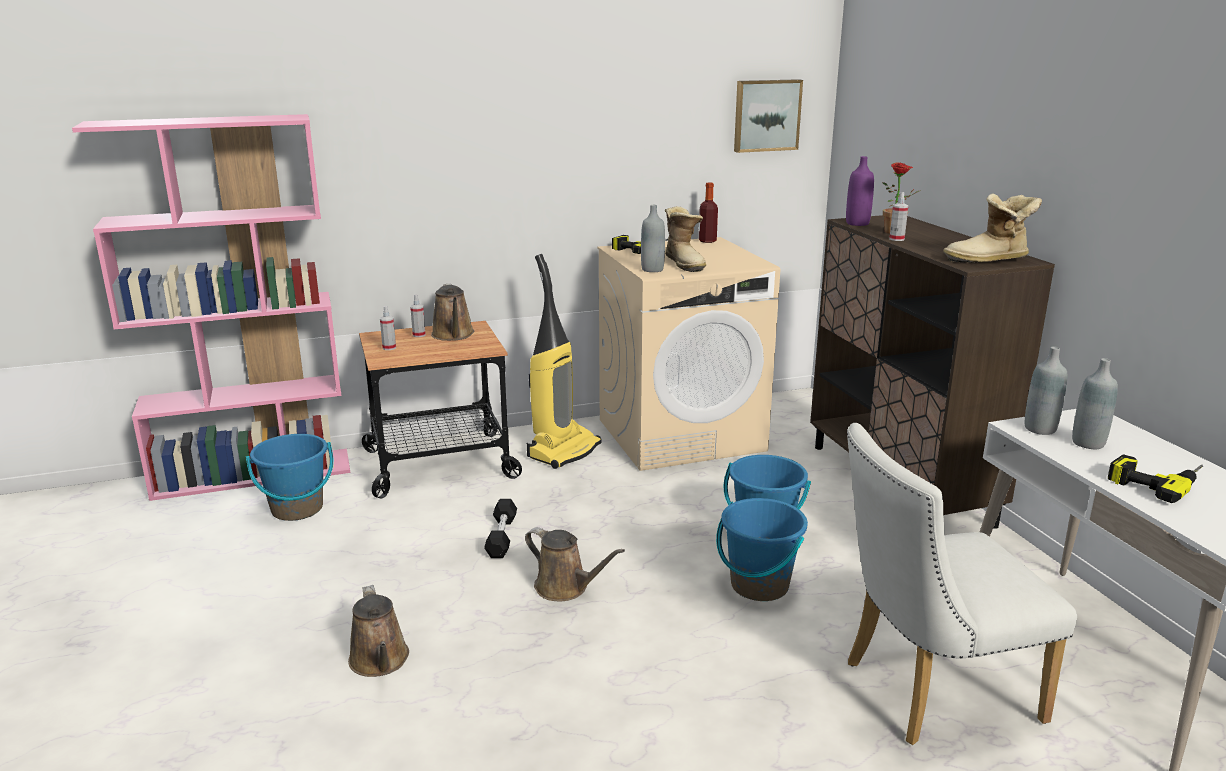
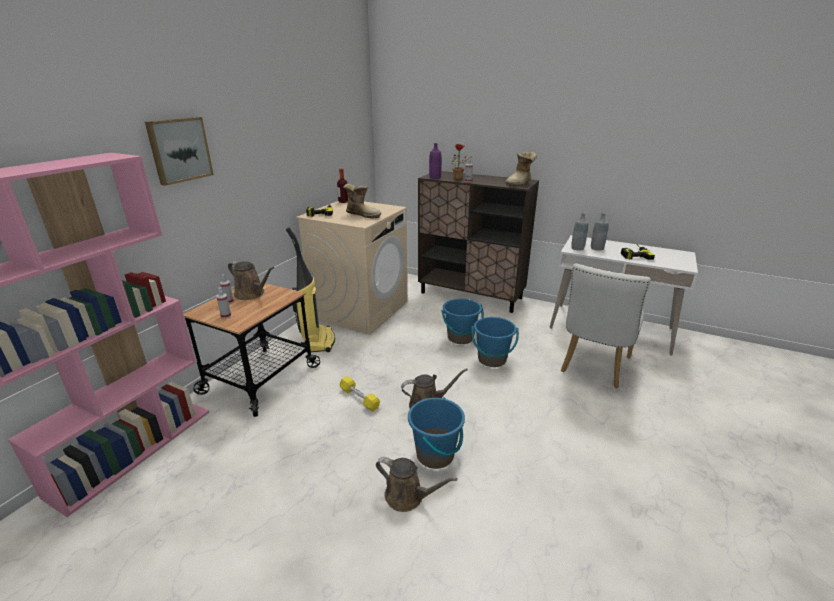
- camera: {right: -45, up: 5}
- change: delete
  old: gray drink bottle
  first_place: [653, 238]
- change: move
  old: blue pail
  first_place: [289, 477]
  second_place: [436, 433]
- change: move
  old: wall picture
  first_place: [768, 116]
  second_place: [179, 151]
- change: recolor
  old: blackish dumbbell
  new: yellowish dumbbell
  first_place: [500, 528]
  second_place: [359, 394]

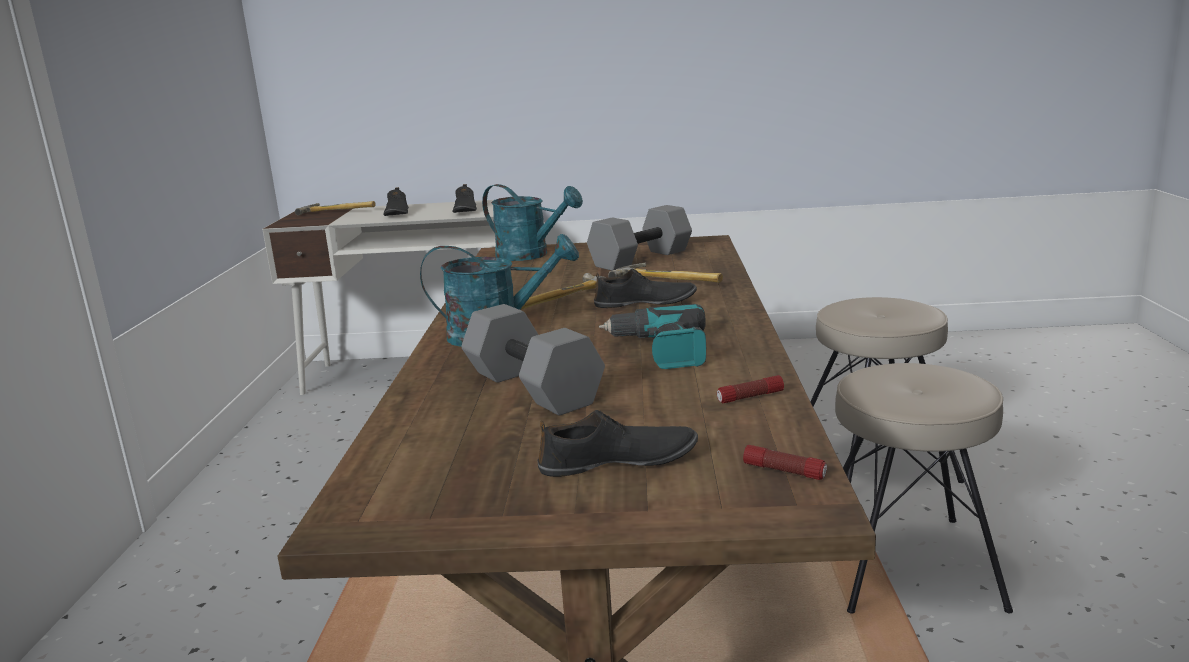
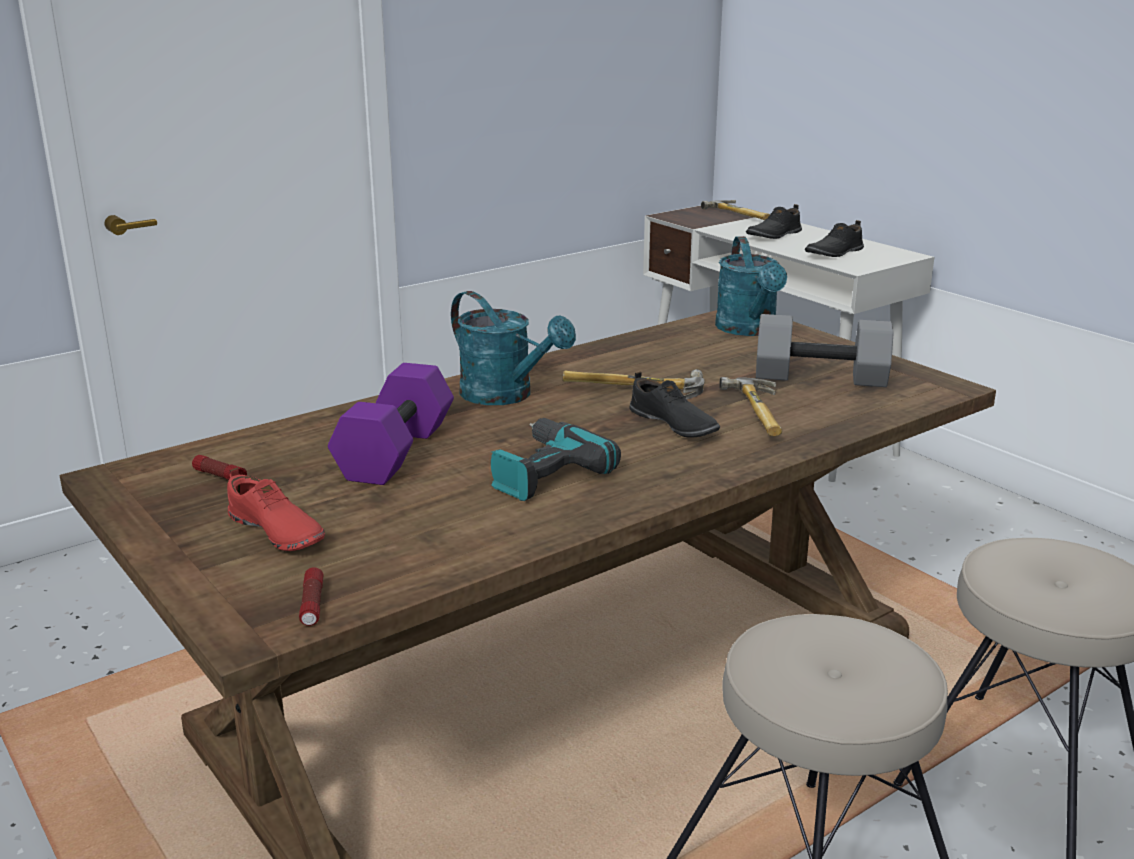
- camera: {right: 50, up: 5}
- change: move
  old: torch
  first_place: [750, 389]
  second_place: [219, 467]
- change: recolor
  old: gray dumbbell
  new: purple-coloured dumbbell
  first_place: [533, 359]
  second_place: [391, 424]
- change: recolor
  old: blackish low shoe
  new: reddish low shoe
  first_place: [617, 443]
  second_place: [276, 509]

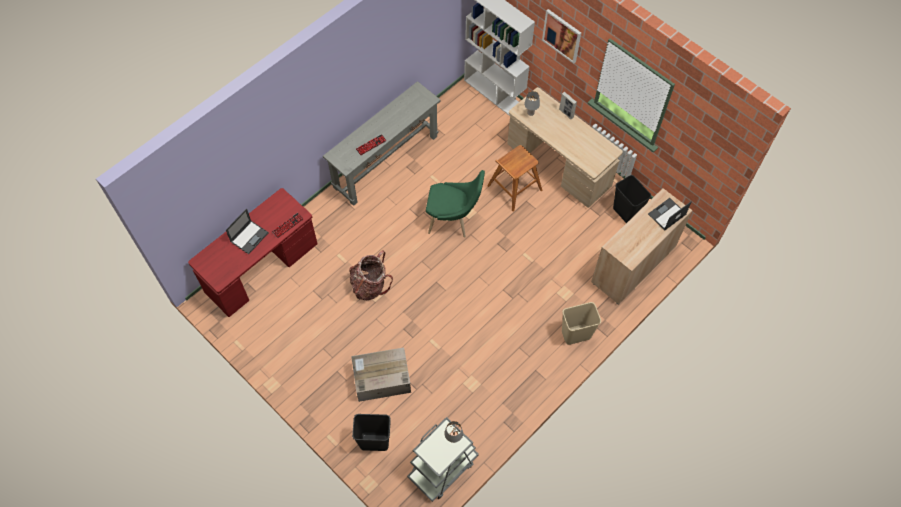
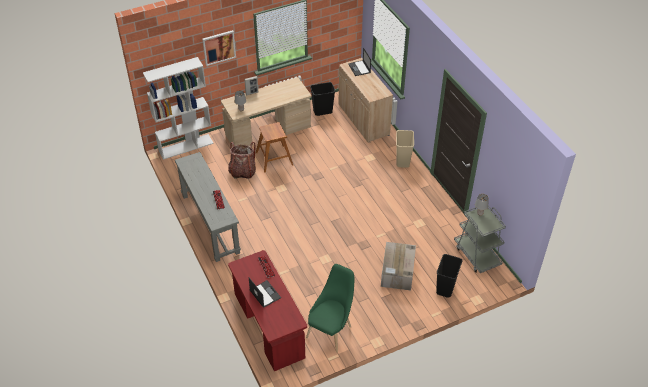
- camera: {right: -70, up: -15}
- change: move
  old: rucksack
  first_place: [371, 275]
  second_place: [242, 160]
- change: move
  old: green-coloured plain chair
  first_place: [455, 204]
  second_place: [330, 308]

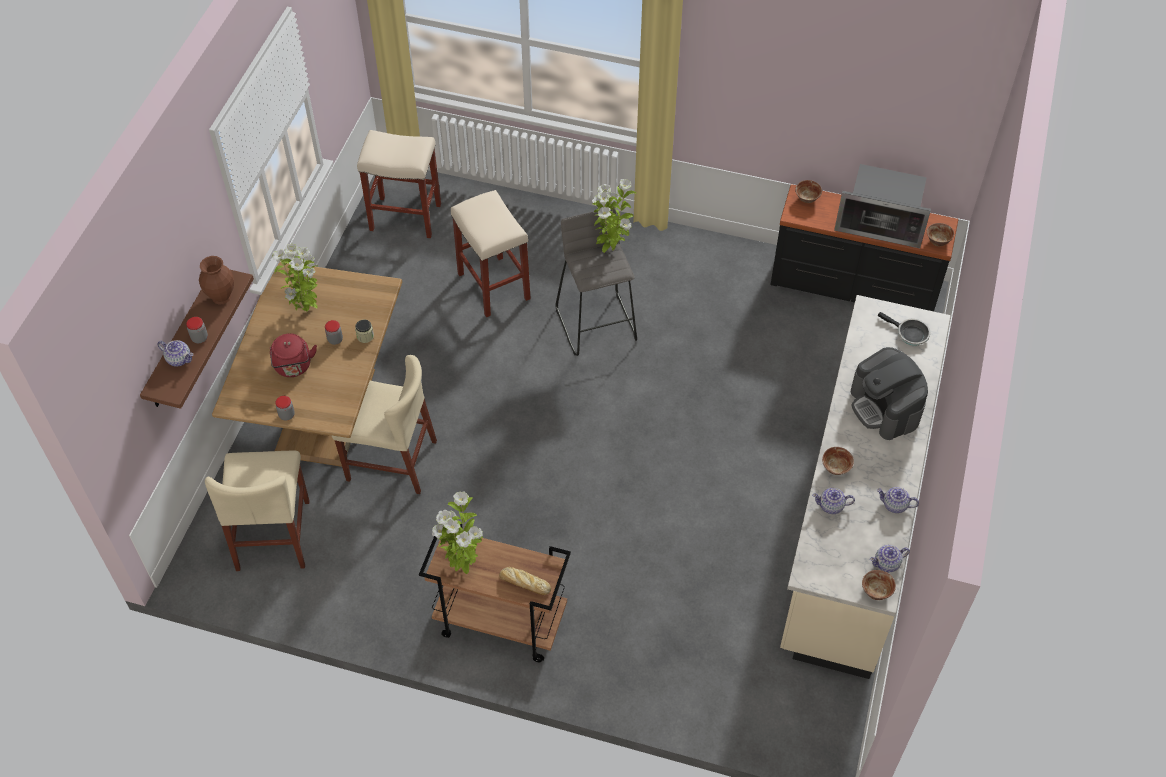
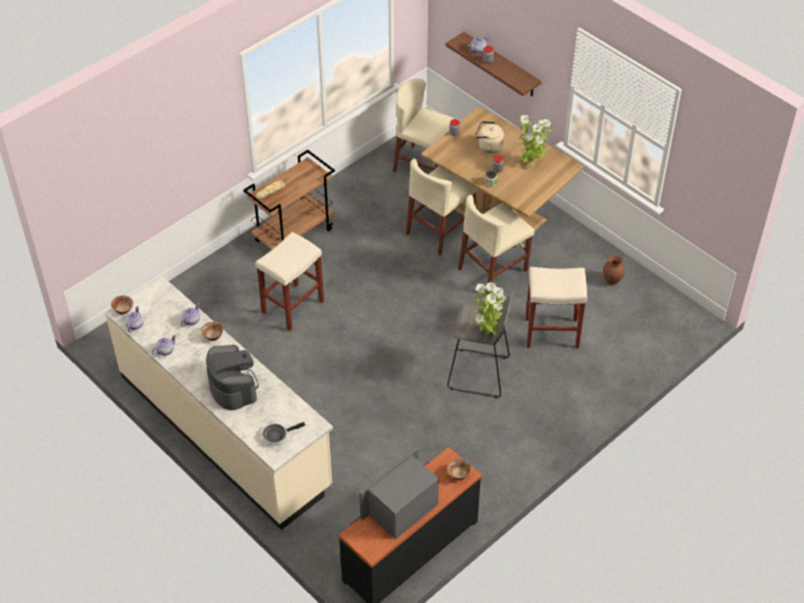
- camera: {right: 120, up: -5}
- change: delete
  old: potted plant
  first_place: [457, 532]
- change: delete
  old: deep dish
  first_place: [940, 235]
- change: insert
  new: beige plain chair
  second_place: [496, 244]
- change: move
  old: brown decorative vase
  first_place: [216, 280]
  second_place: [614, 270]
- change: move
  old: beige stool seat
  first_place: [399, 184]
  second_place: [289, 281]
- change: recolor
  old: reddish tea kettle
  new: beige tea kettle
  first_place: [293, 355]
  second_place: [489, 137]
- change: rotate
  old: coffee brewer
  first_place: [889, 393]
  second_place: [232, 377]
  degrees: 60

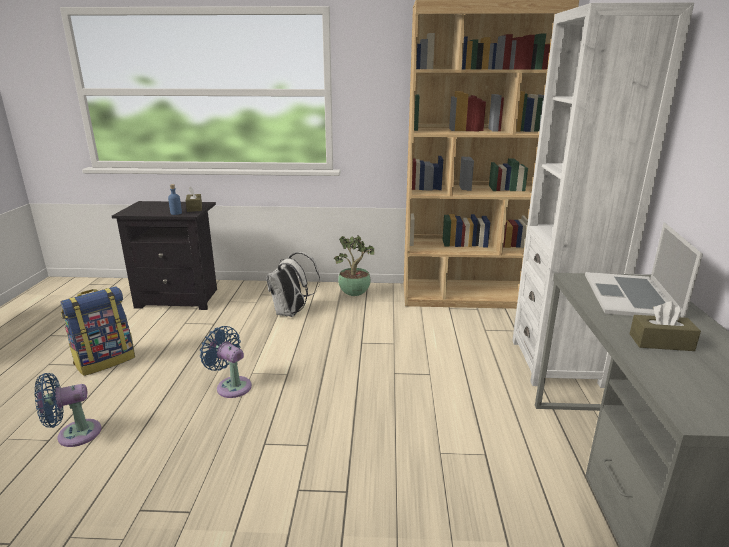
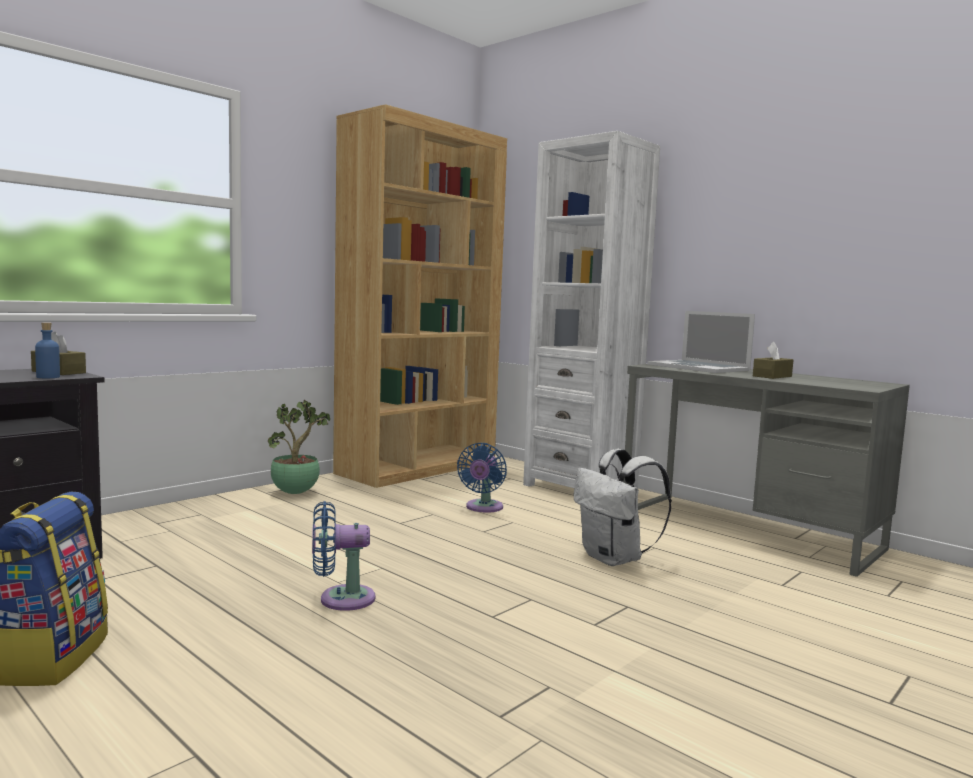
- camera: {right: -50, up: -15}
- change: move
  old: blue cooling fan
  first_place: [68, 410]
  second_place: [482, 478]
- change: move
  old: whitish rucksack
  first_place: [293, 284]
  second_place: [623, 507]

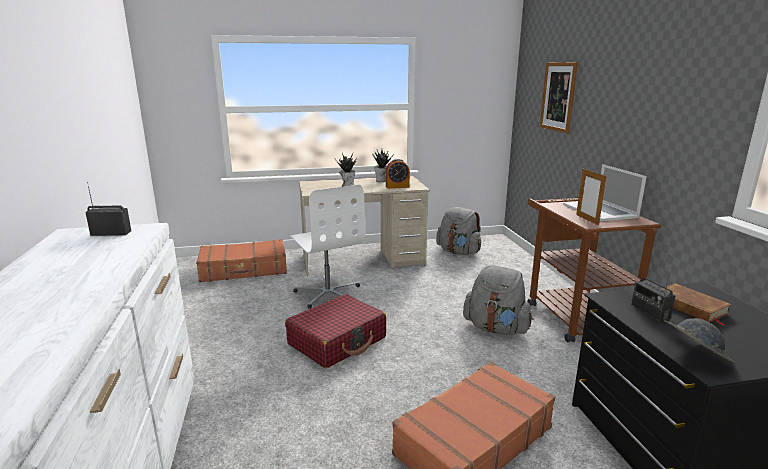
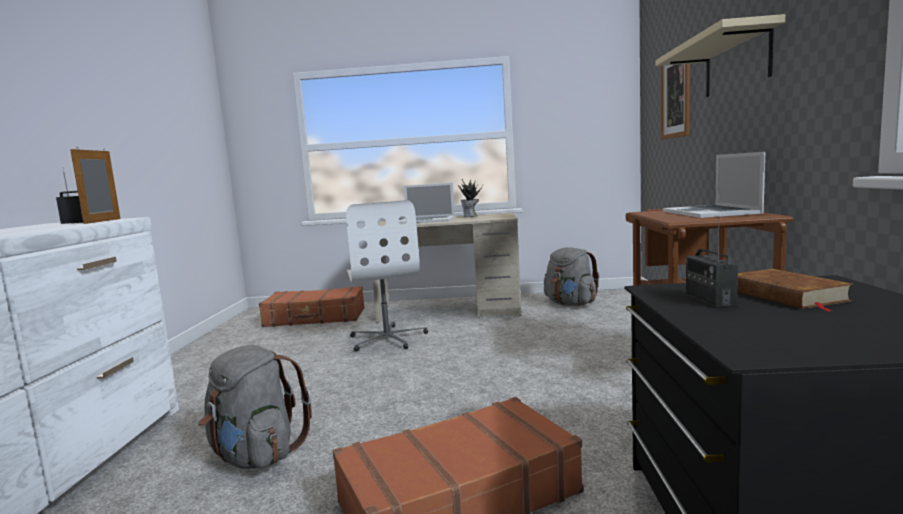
- camera: {right: 15, up: -10}
- change: delete
  old: reddish suitcase
  first_place: [335, 331]
- change: delete
  old: alarm clock
  first_place: [398, 174]
- change: delete
  old: gray clothing hat
  first_place: [699, 341]
- change: insert
  new: beige bracket shelf
  second_place: [720, 55]
- change: move
  old: gray rucksack
  first_place: [498, 300]
  second_place: [255, 407]
- change: move
  old: standing frame
  first_place: [591, 197]
  second_place: [95, 186]
- change: replace
  old: potted plant
  new: portable computer
  first_place: [346, 170]
  second_place: [427, 203]

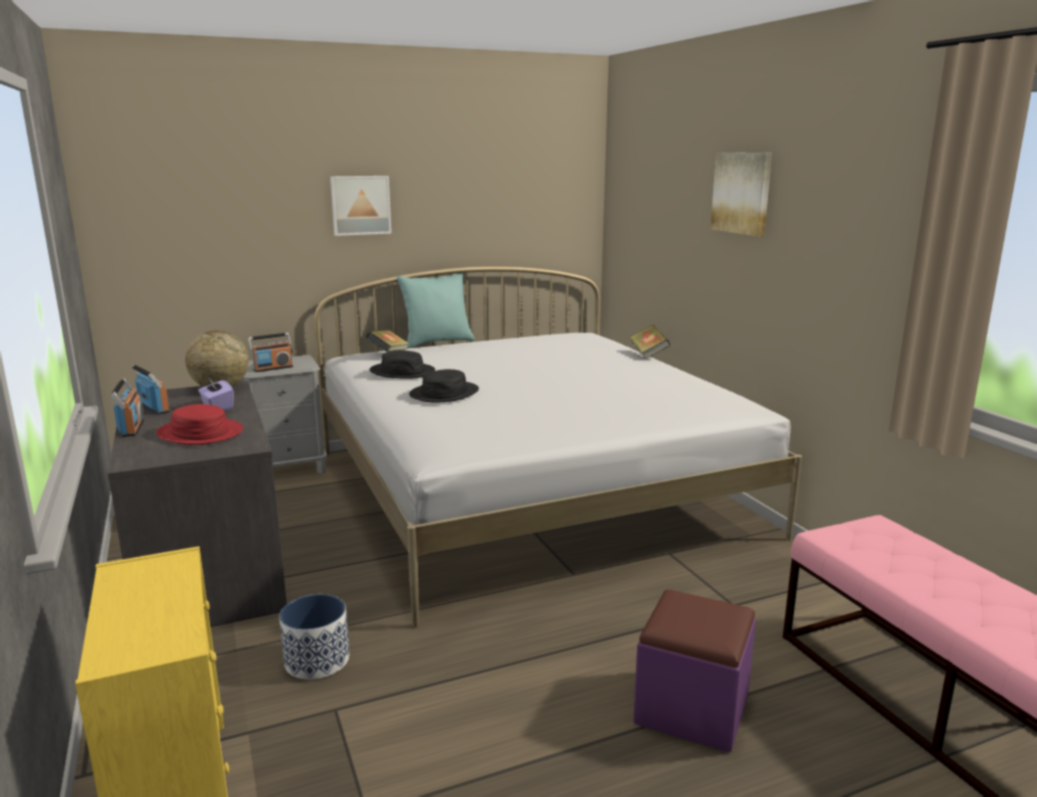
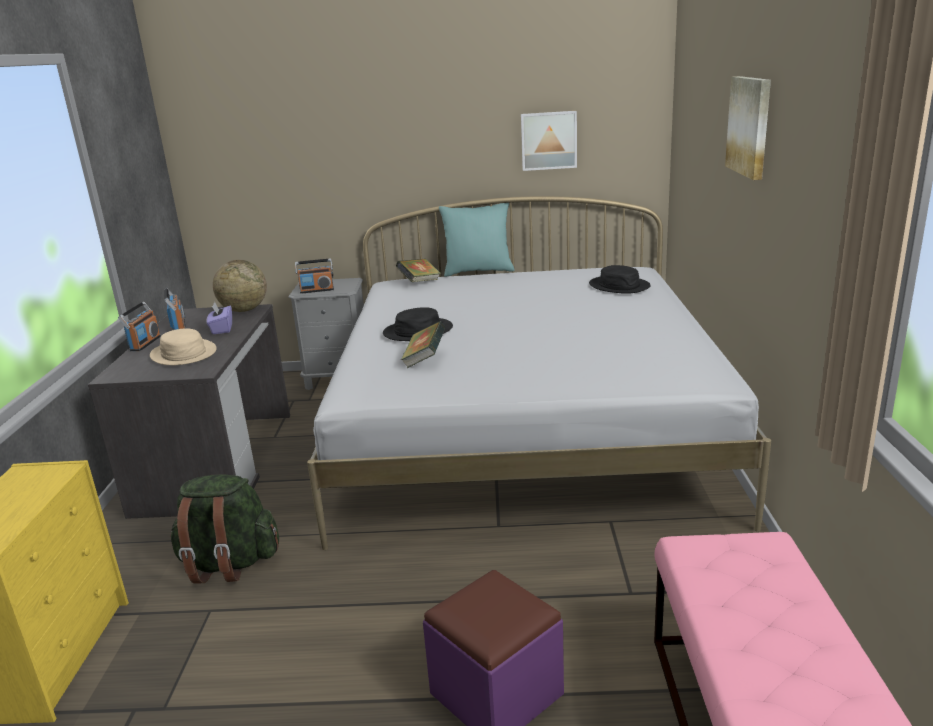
- camera: {right: 25, up: 5}
- change: move
  old: wall picture
  first_place: [361, 206]
  second_place: [549, 141]
- change: move
  old: blackish clothing hat
  first_place: [402, 364]
  second_place: [620, 279]
- change: move
  old: volume
  first_place: [649, 342]
  second_place: [423, 344]
- change: replace
  old: flower pot
  new: green-coloured rucksack
  first_place: [314, 637]
  second_place: [224, 529]
- change: recolor
  old: reddish clothing hat
  new: beige clothing hat
  first_place: [199, 424]
  second_place: [183, 346]

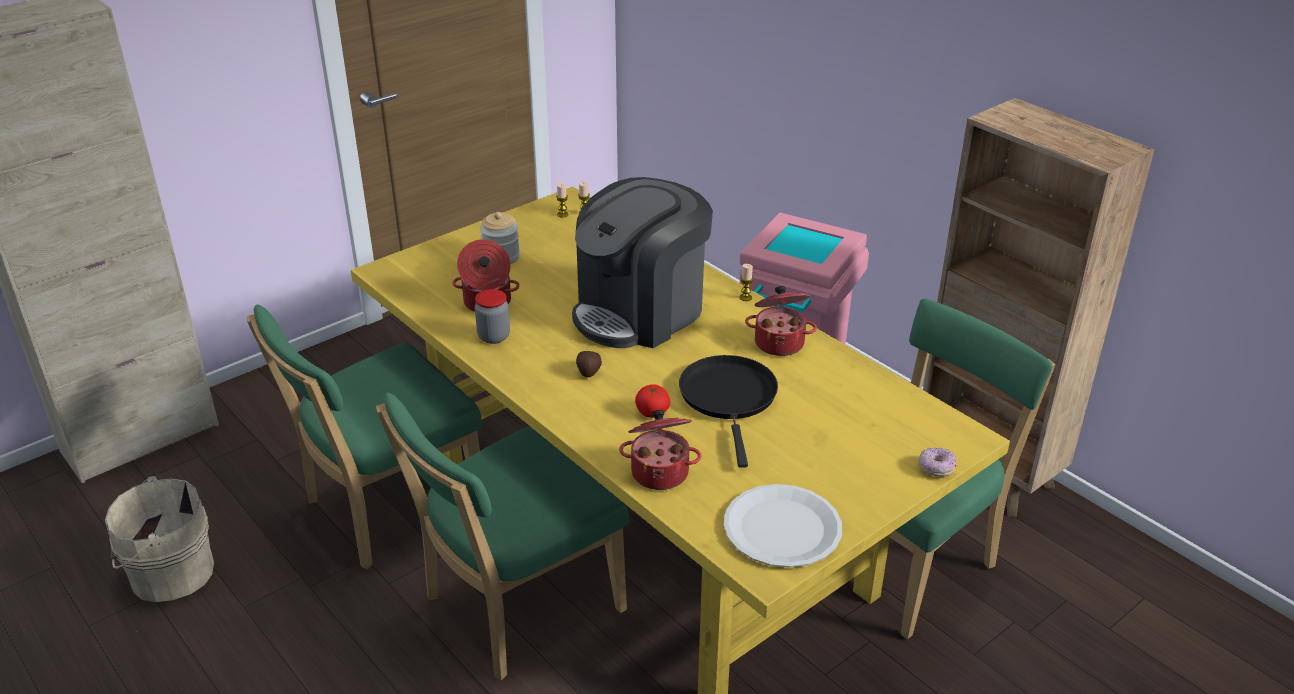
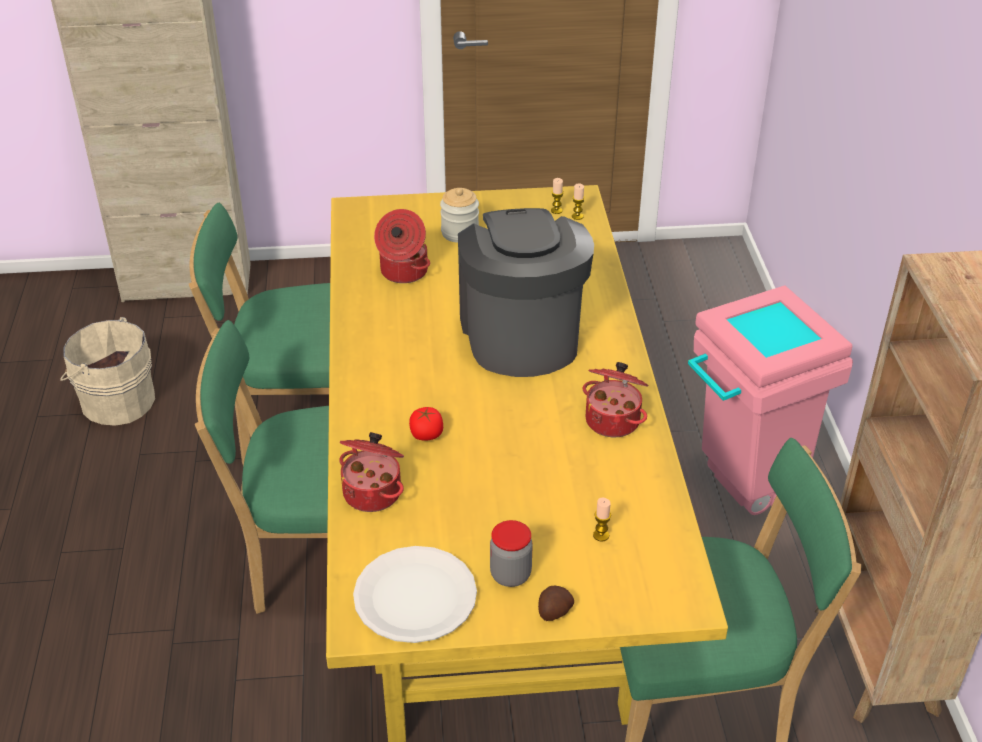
- camera: {right: 35, up: 5}
- change: delete
  old: blackish pan
  first_place: [728, 411]
- change: delete
  old: ring doughnut
  first_place: [937, 462]
- change: move
  old: storage jar
  first_place: [492, 316]
  second_place: [511, 553]
- change: move
  old: potato
  first_place: [589, 364]
  second_place: [556, 603]
- change: move
  old: wax candle
  first_place: [746, 282]
  second_place: [602, 520]
- change: rotate
  old: coffee brewer
  first_place: [642, 262]
  second_place: [526, 292]
  degrees: 90

